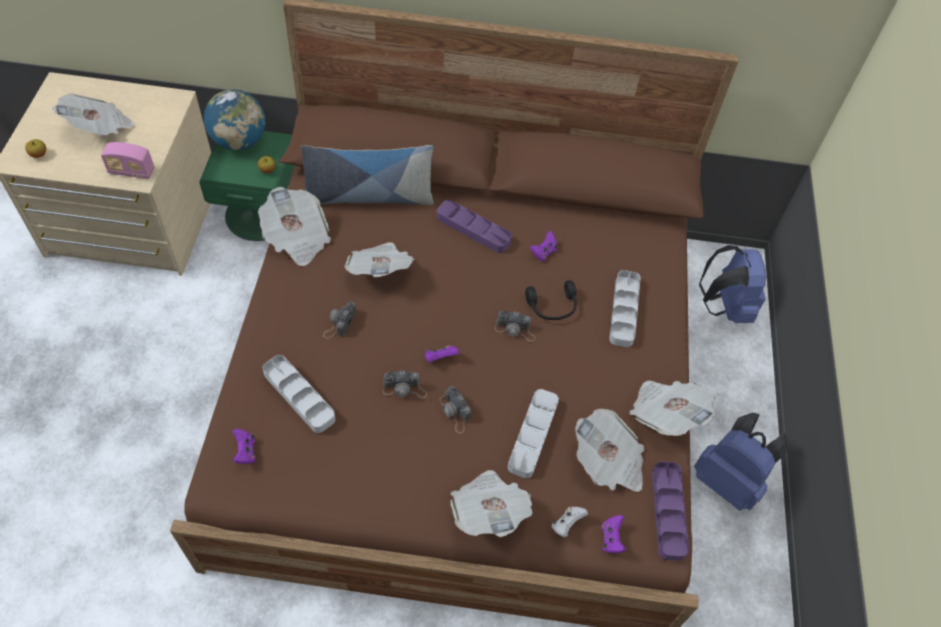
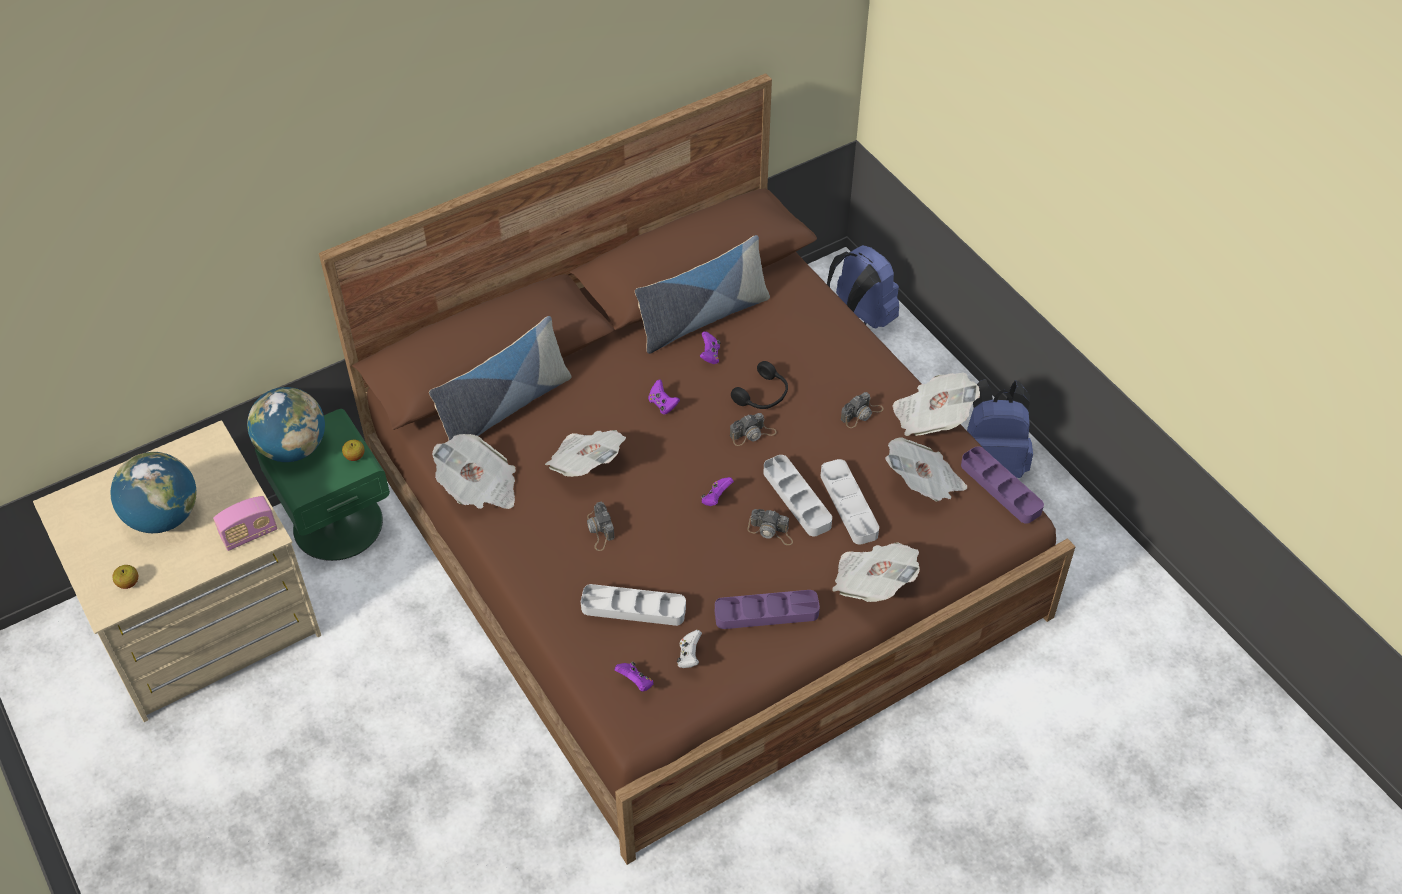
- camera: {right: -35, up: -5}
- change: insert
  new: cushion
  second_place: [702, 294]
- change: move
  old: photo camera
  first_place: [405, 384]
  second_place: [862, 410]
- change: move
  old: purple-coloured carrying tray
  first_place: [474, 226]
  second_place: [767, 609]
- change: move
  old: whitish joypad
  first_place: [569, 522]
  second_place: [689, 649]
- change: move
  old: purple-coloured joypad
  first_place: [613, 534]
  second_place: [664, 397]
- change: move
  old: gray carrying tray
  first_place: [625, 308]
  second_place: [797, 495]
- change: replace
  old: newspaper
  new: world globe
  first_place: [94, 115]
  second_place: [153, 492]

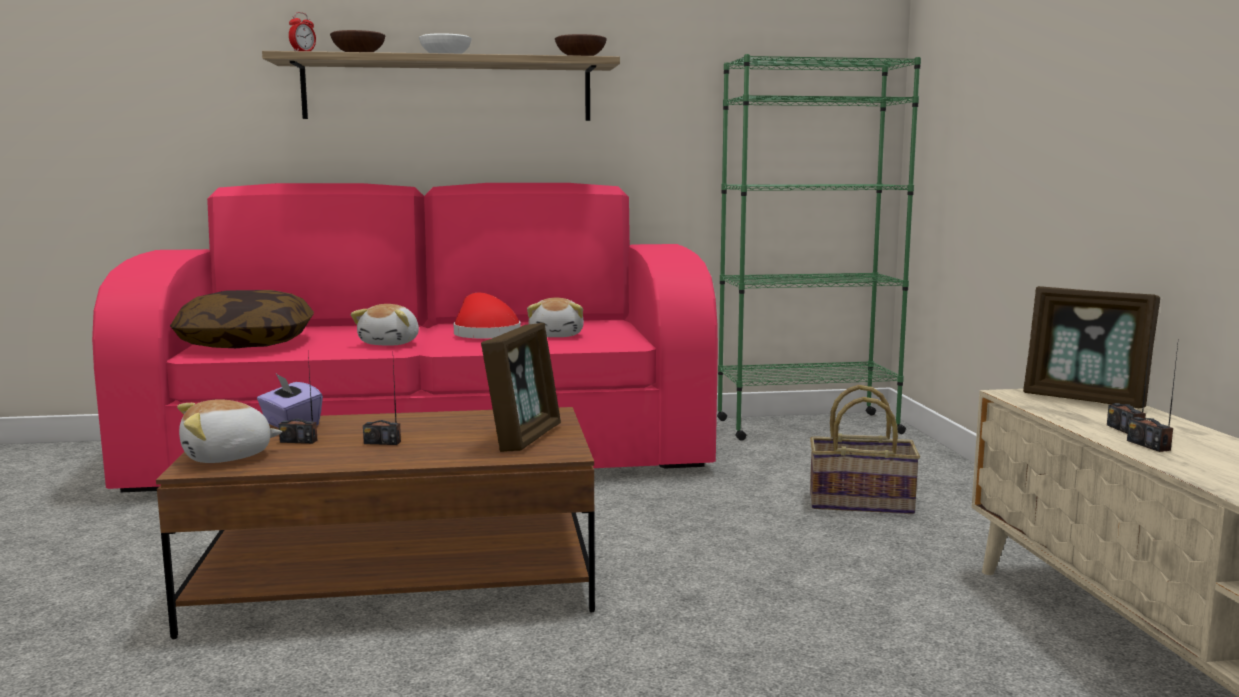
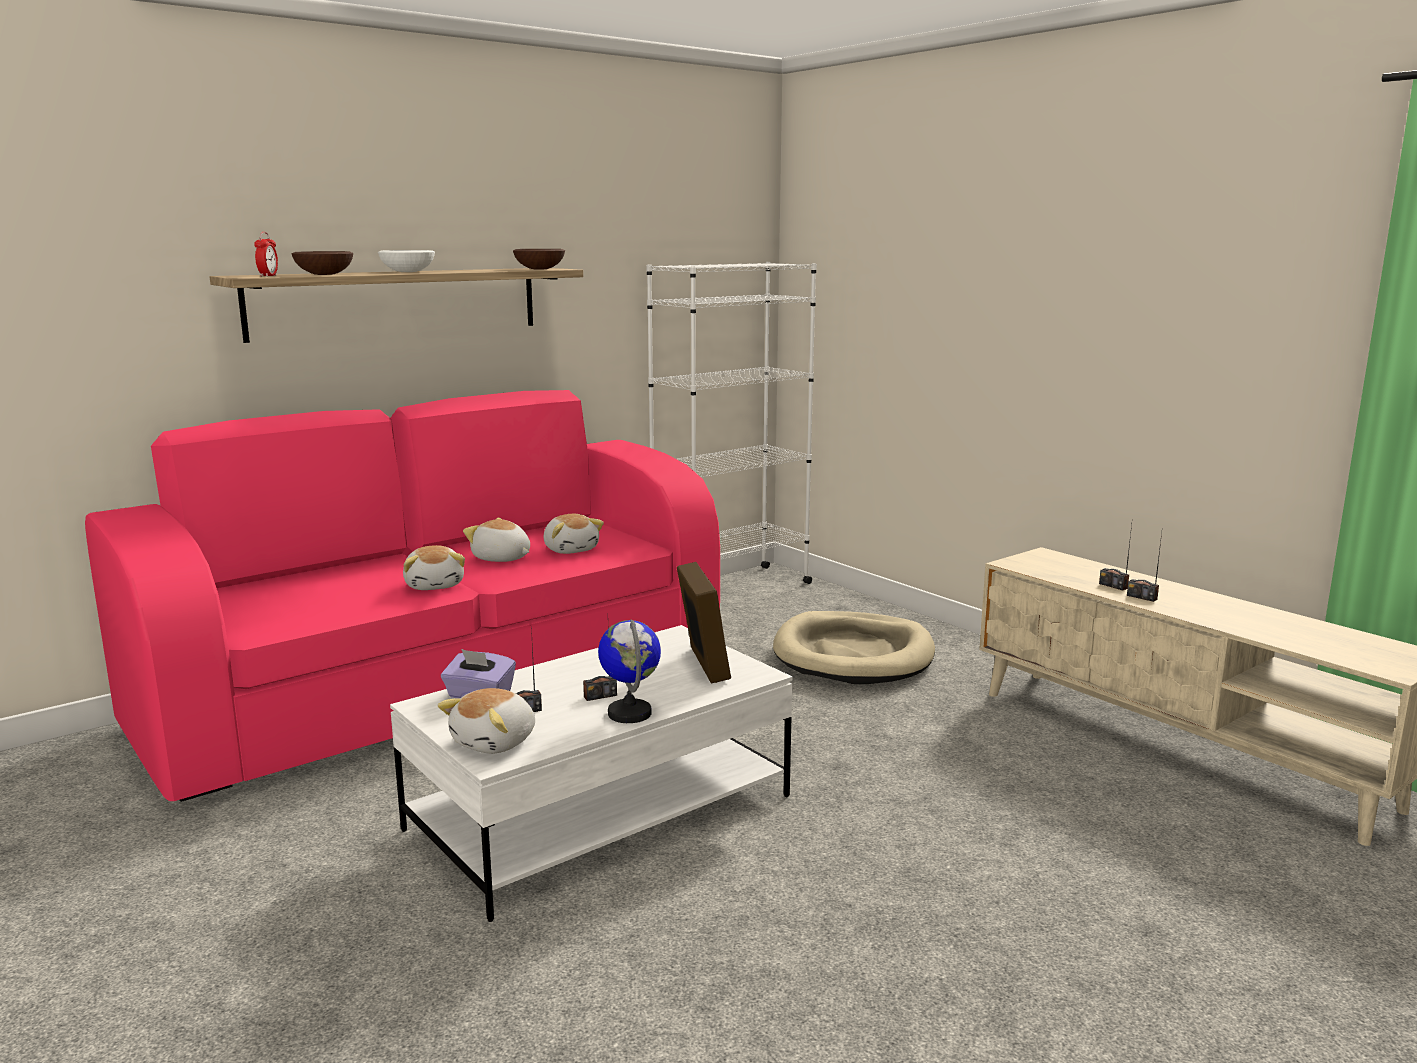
- camera: {right: -30, up: 5}
- change: delete
  old: cushion
  first_place: [242, 319]
- change: delete
  old: standing frame
  first_place: [1091, 347]
- change: insert
  new: world globe
  second_place: [629, 671]
- change: replace
  old: reddish clothing hat
  new: cuddly toy
  first_place: [487, 315]
  second_place: [496, 540]
- change: replace
  old: basket
  new: beige dog bed
  first_place: [865, 449]
  second_place: [854, 647]
- change: recolor
  old: brown low table
  new: whitish low table
  first_place: [375, 523]
  second_place: [591, 773]
- change: recolor
  old: green-coloured shelving unit
  new: whitish shelving unit
  first_place: [819, 247]
  second_place: [731, 423]

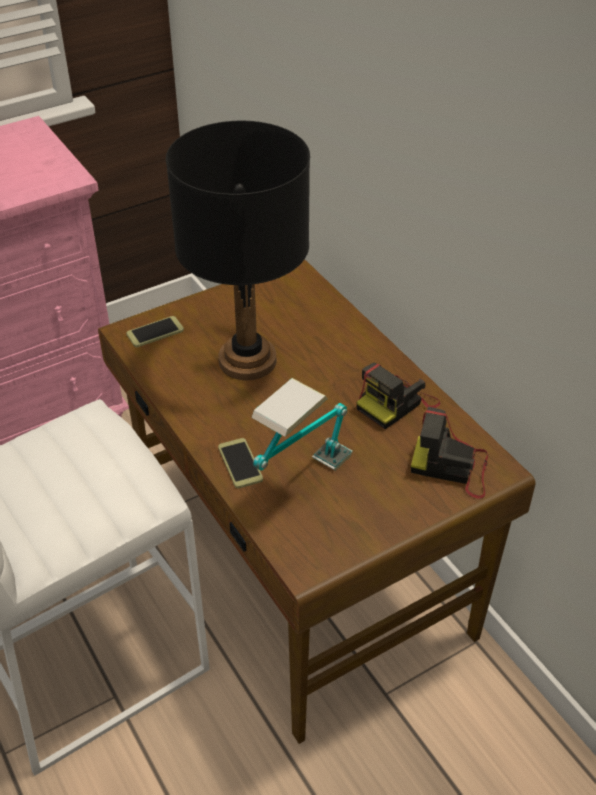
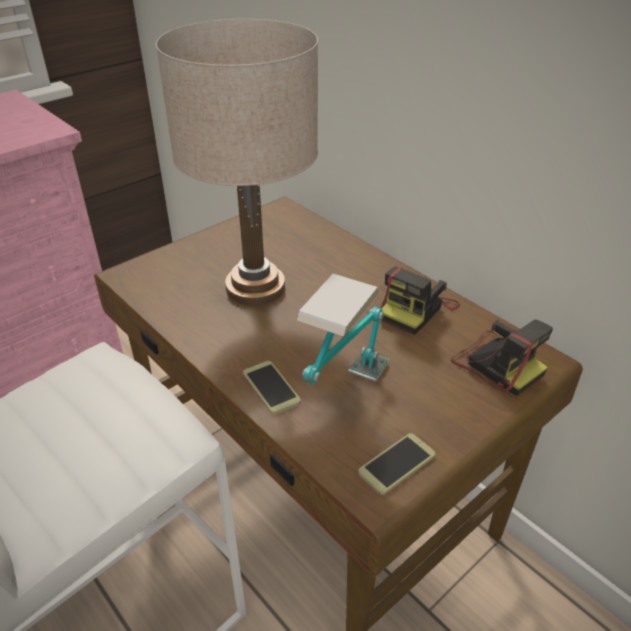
- camera: {right: -10, up: -5}
- change: move
  old: telephone
  first_place: [155, 331]
  second_place: [397, 464]
- change: recolor
  old: blackish lamp for a table
  new: beige lamp for a table
  first_place: [238, 250]
  second_place: [237, 162]
- change: rotate
  old: photo camera
  first_place: [449, 453]
  second_place: [502, 357]
  degrees: -135

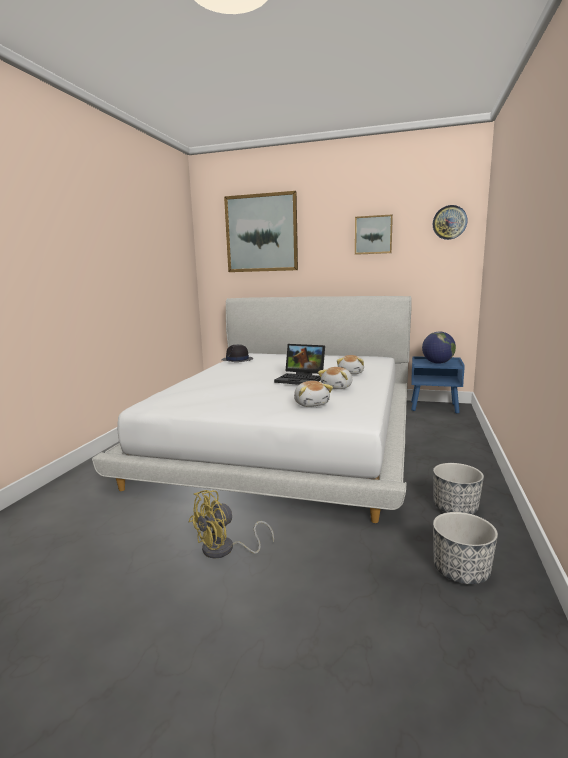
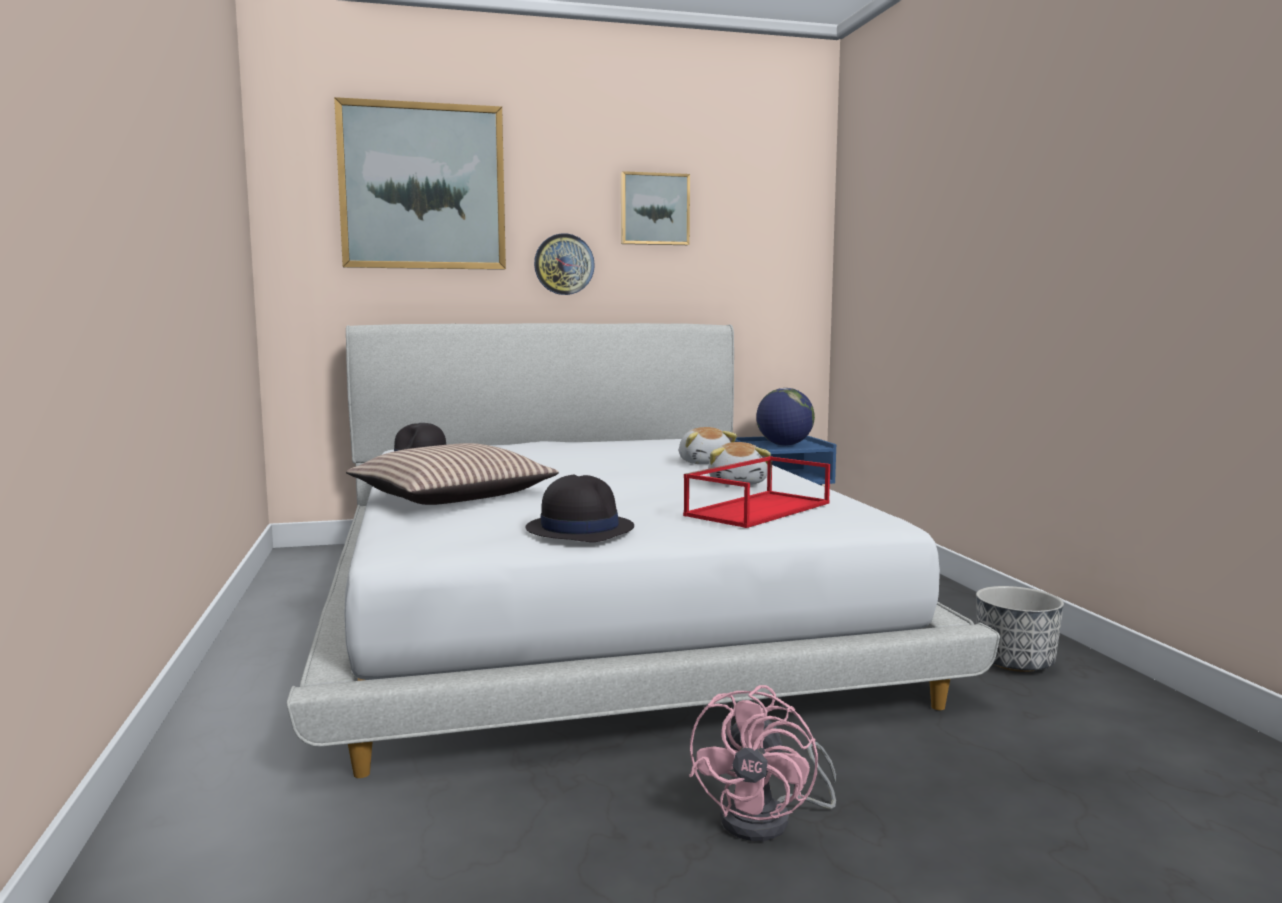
- camera: {right: -30, up: -5}
- change: delete
  old: portable computer
  first_place: [299, 364]
- change: delete
  old: flower pot
  first_place: [465, 548]
- change: insert
  new: cushion
  second_place: [452, 474]
- change: insert
  new: blackish clothing hat
  second_place: [579, 508]
- change: move
  old: wall clock
  first_place: [450, 222]
  second_place: [564, 264]
- change: replace
  old: cuddly toy
  new: reddish carrying tray
  first_place: [313, 394]
  second_place: [756, 492]
- change: recolor
  old: yellowish cooling fan
  new: pinkish cooling fan
  first_place: [231, 524]
  second_place: [762, 763]

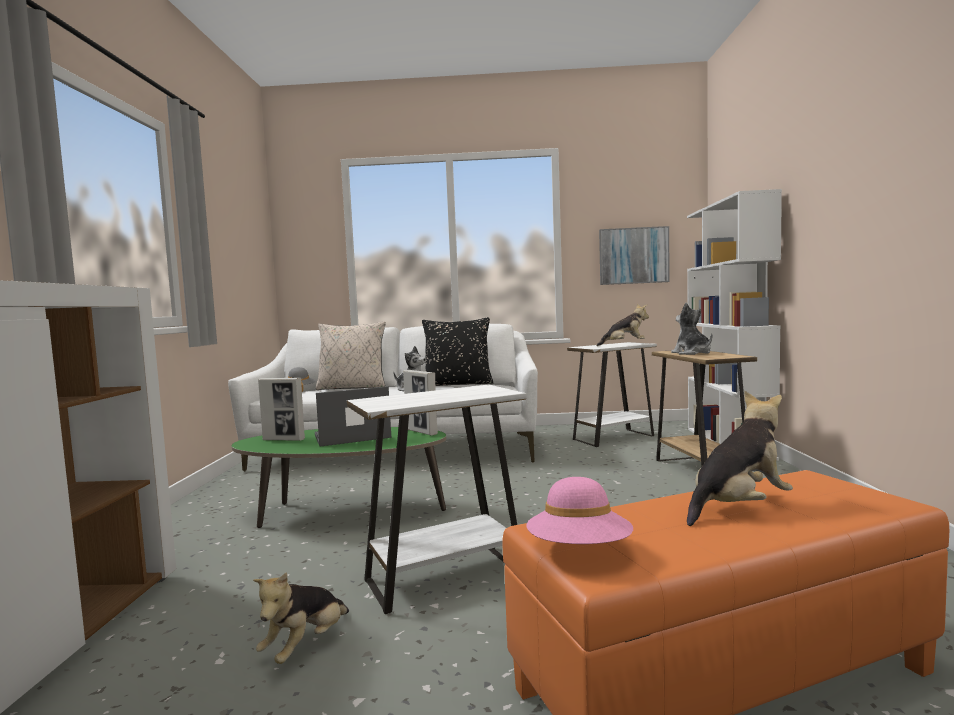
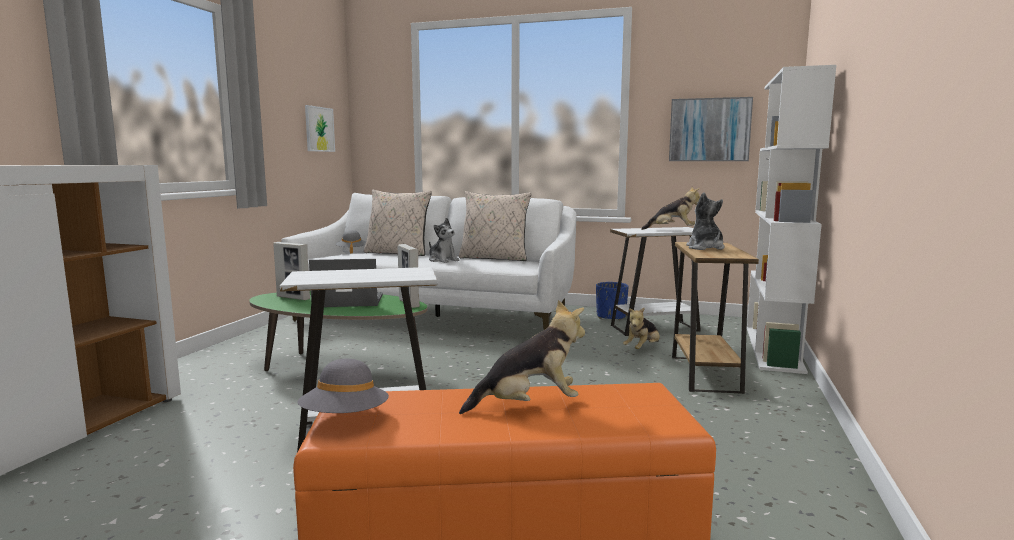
- camera: {right: 15, up: 5}
- change: insert
  new: wall picture
  second_place: [320, 128]
- change: insert
  new: blue flower pot
  second_place: [612, 301]
- change: move
  old: cuddly toy
  first_place: [301, 618]
  second_place: [641, 328]
- change: recolor
  old: blackish cushion
  new: beige cushion
  first_place: [457, 351]
  second_place: [495, 226]
- change: recolor
  old: pinkish clothing hat
  new: gray clothing hat
  first_place: [579, 510]
  second_place: [343, 386]

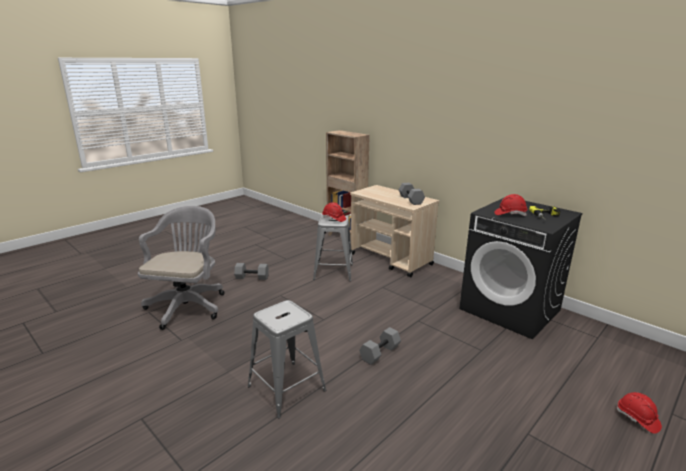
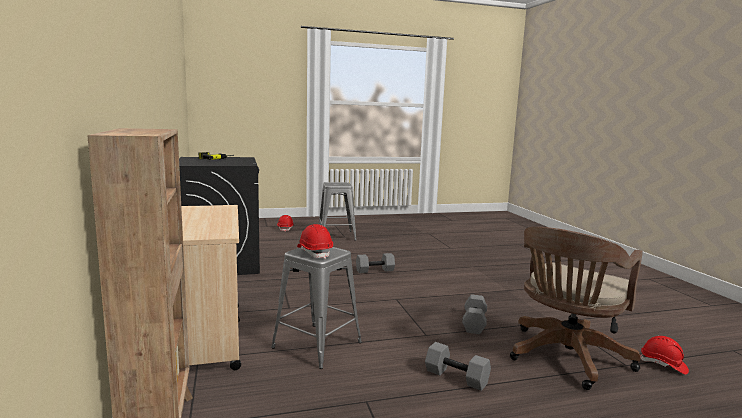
- camera: {right: -150, up: -10}
- change: move
  old: gray stool seat
  first_place: [287, 359]
  second_place: [337, 211]
- change: move
  old: gray dumbbell
  first_place: [412, 194]
  second_place: [474, 314]
- change: move
  old: reddish work helmet
  first_place: [511, 205]
  second_place: [664, 355]
- change: recolor
  old: gray desk chair
  new: brown desk chair
  first_place: [181, 268]
  second_place: [576, 308]

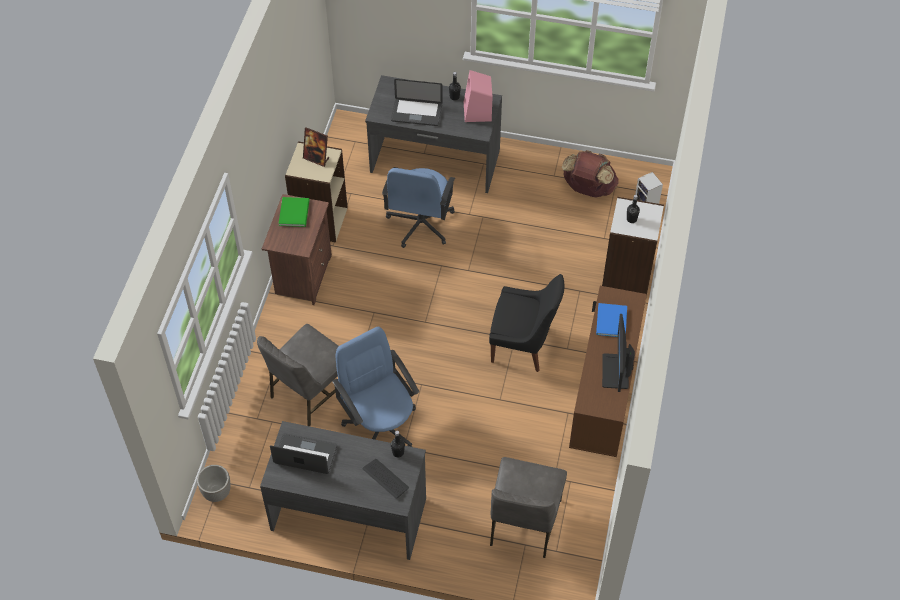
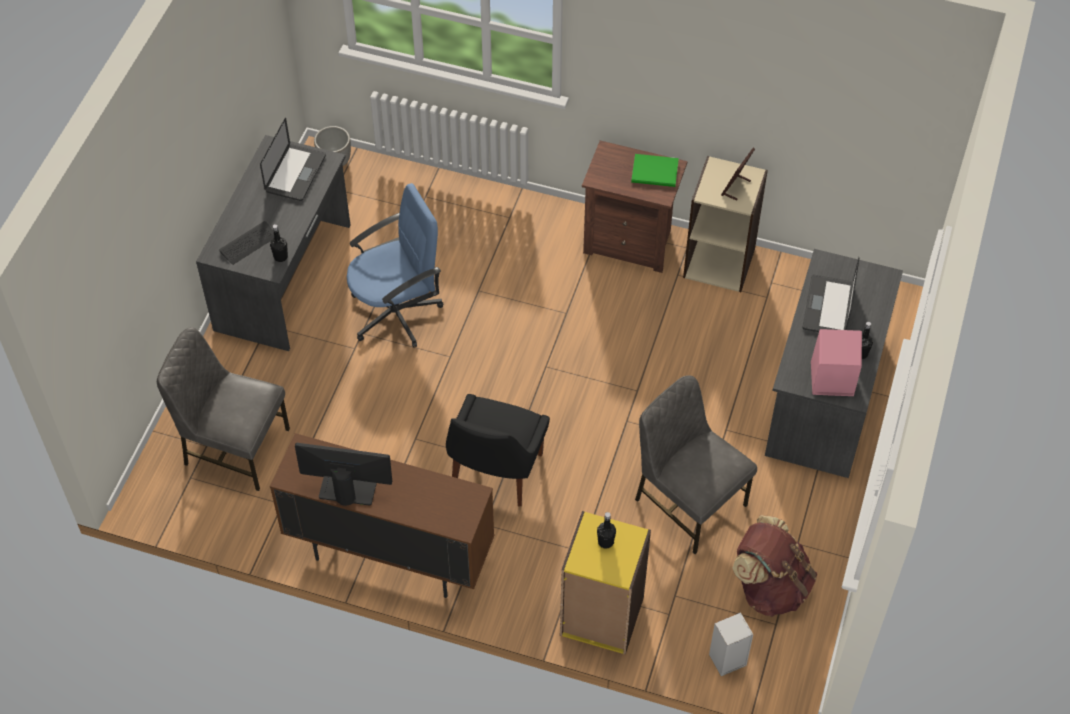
- camera: {right: 95, up: 0}
- change: delete
  old: blue desk chair
  first_place: [418, 207]
- change: delete
  old: blue volume
  first_place: [611, 320]
- change: move
  old: gray plain chair
  first_place: [298, 375]
  second_place: [696, 465]
- change: recolor
  old: whitish shelving unit
  new: yellowish shelving unit
  first_place: [633, 247]
  second_place: [605, 583]

